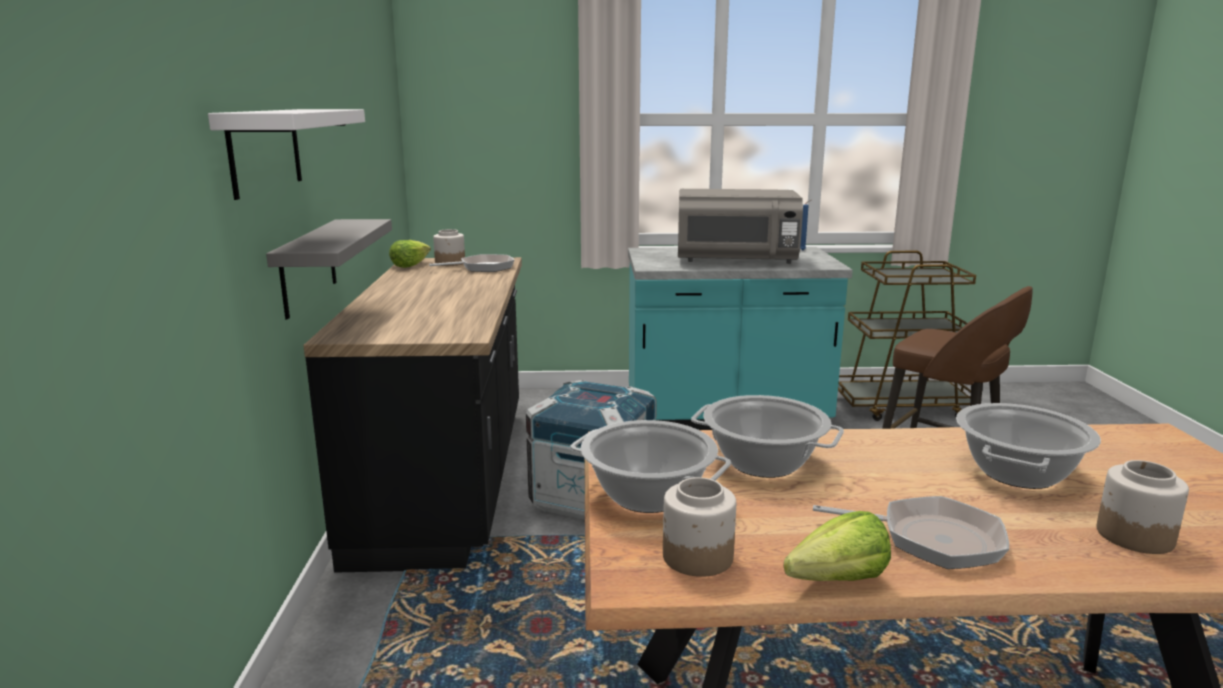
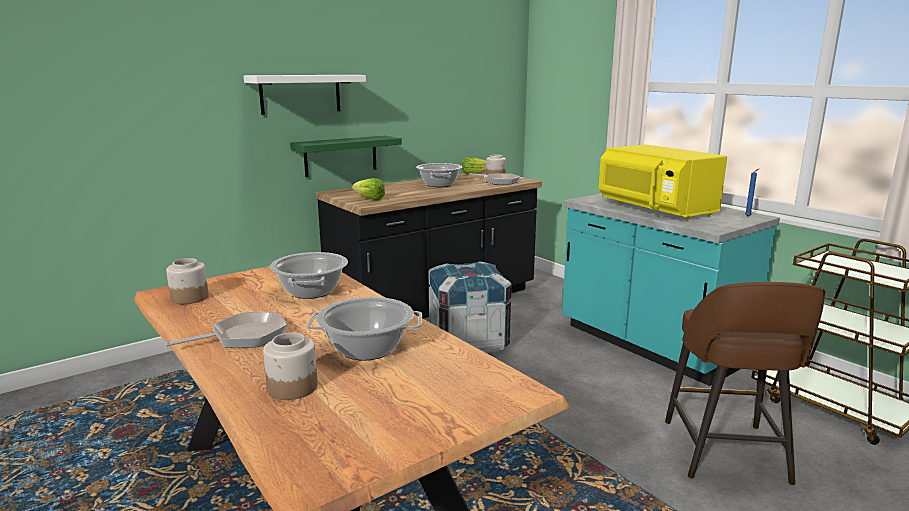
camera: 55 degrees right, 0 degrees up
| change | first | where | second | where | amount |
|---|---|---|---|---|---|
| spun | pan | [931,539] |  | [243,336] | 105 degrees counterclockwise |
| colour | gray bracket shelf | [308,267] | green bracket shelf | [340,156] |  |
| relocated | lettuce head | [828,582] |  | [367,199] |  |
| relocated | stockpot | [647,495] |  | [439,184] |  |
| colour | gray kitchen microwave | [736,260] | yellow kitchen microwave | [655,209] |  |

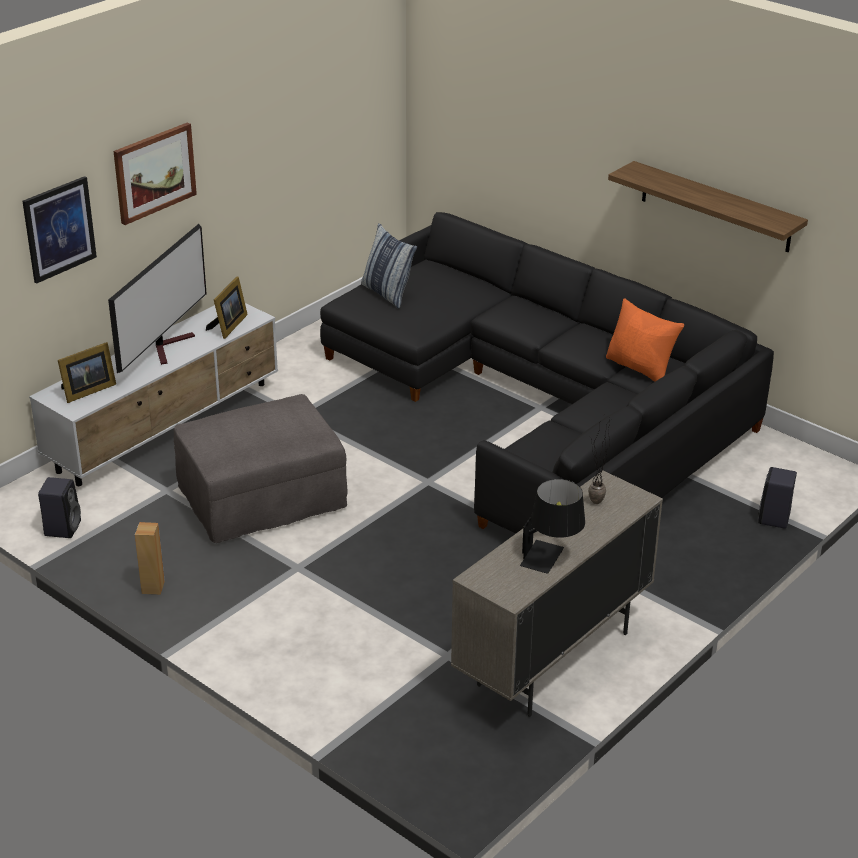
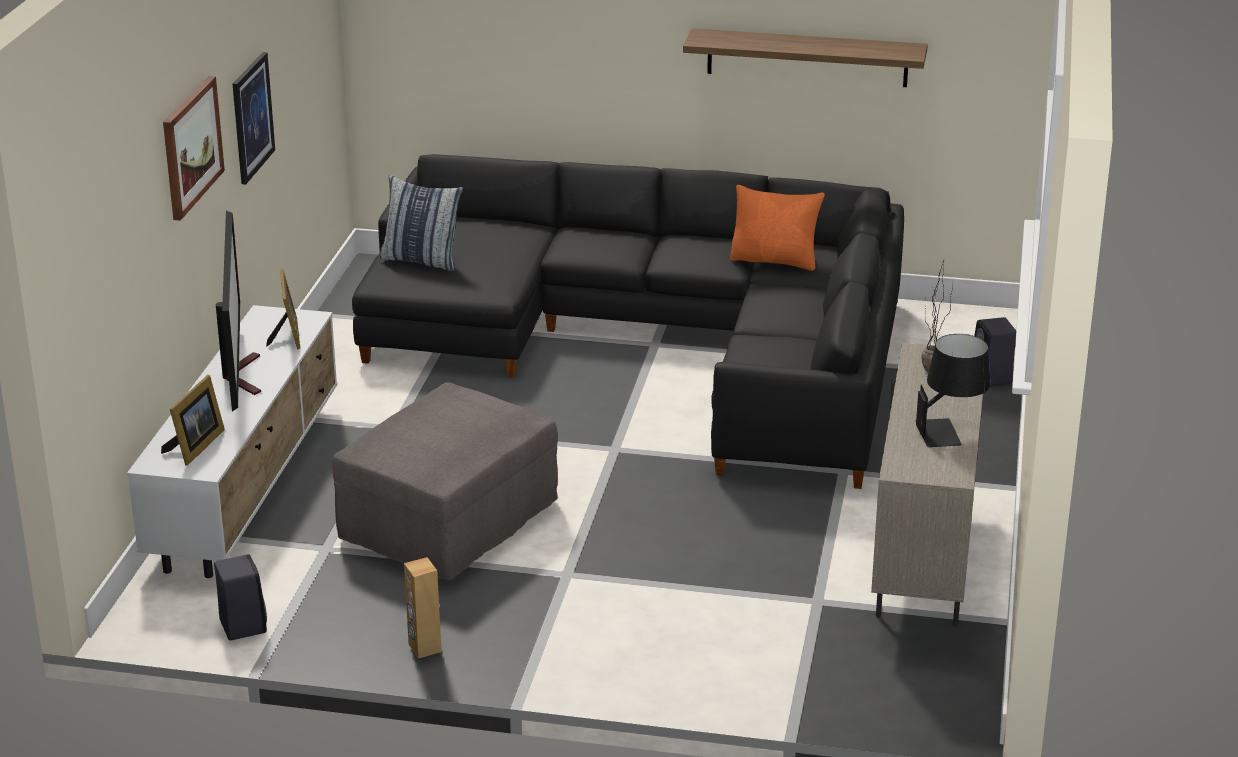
camera: 30 degrees left, 5 degrees down
| change | first | where | second | where | amount |
|---|---|---|---|---|---|
| relocated | picture | [59,229] |  | [252,117] |  |

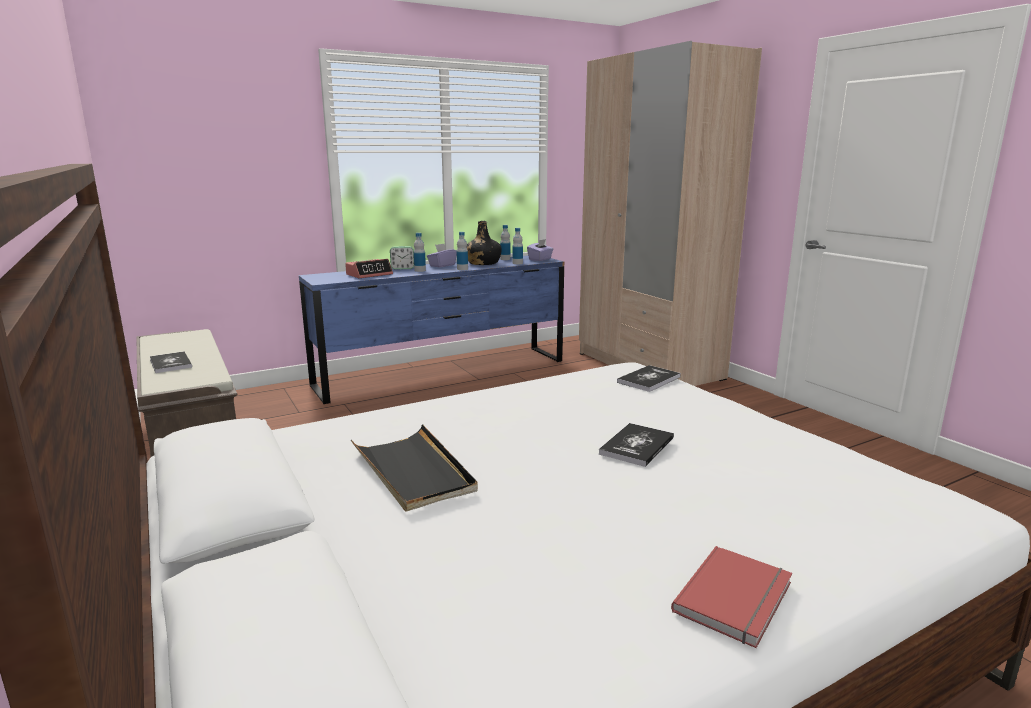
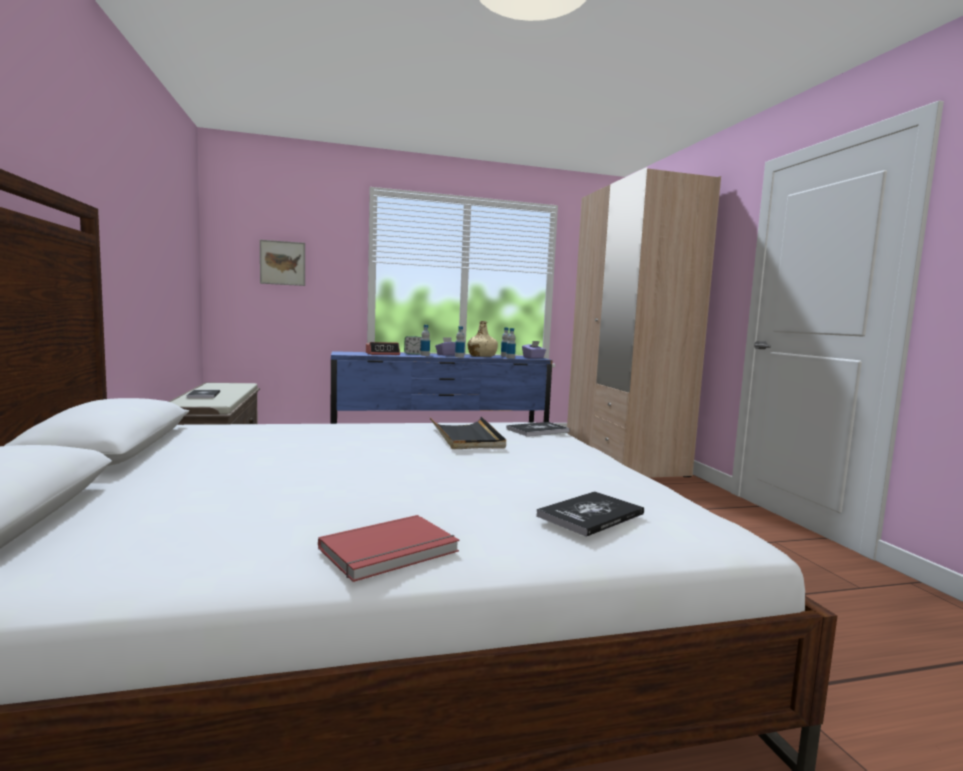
camera: 15 degrees right, 10 degrees down
| change | first | where | second | where | amount |
|---|---|---|---|---|---|
| appeared |  |  | picture | [282,263] |  |
| relocated | black carrying tray | [413,471] |  | [466,436] |  |
| colour | black beverage bottle | [483,263] | beige-coloured beverage bottle | [482,356] |  |
| relocated | bound book | [637,446] |  | [591,515] |  |

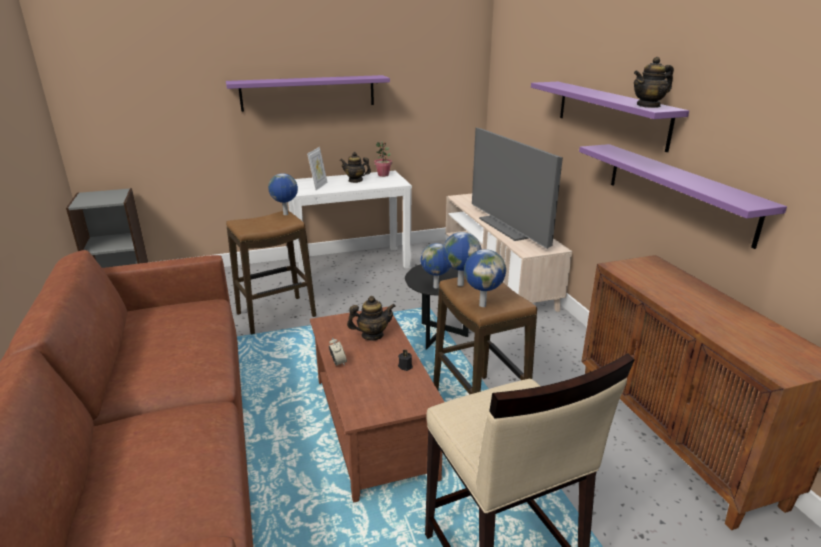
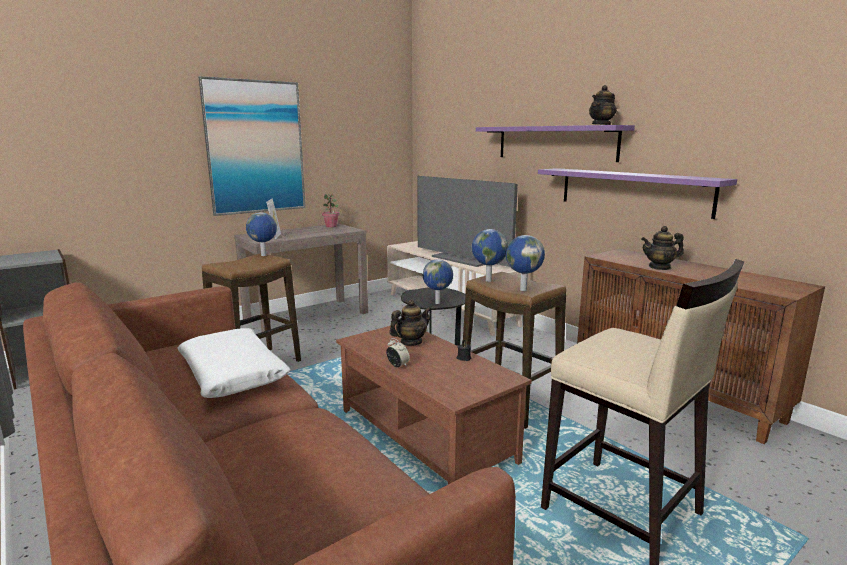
camera: 20 degrees left, 10 degrees down
| change | first | where | second | where | amount |
|---|---|---|---|---|---|
| appeared |  |  | white throw pillow | [233,374] |  |
| exchanged | purplish bracket shelf | [308,93] | picture | [255,147] |  |
| colour | white console table | [352,263] | brownish console table | [307,316] |  |
| relocated | teapot | [355,180] |  | [660,267] |  |

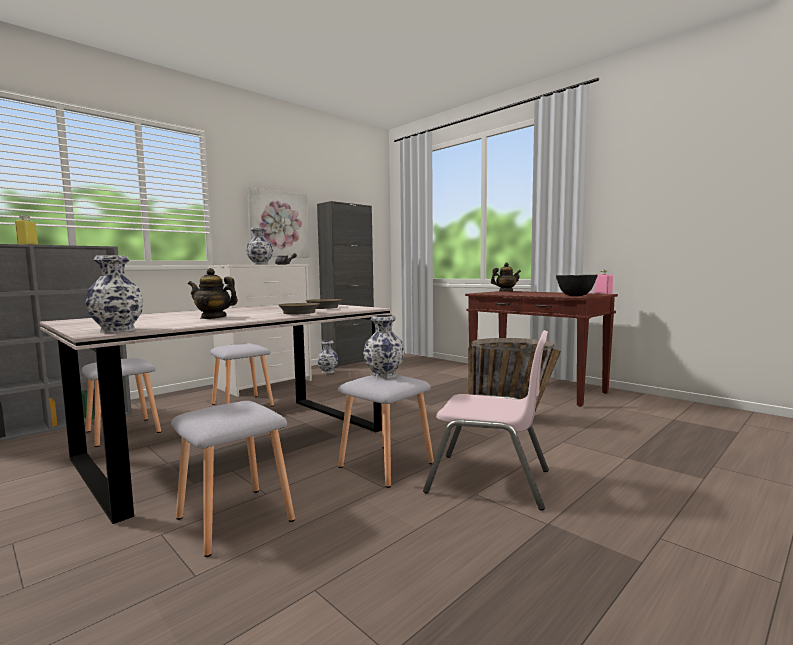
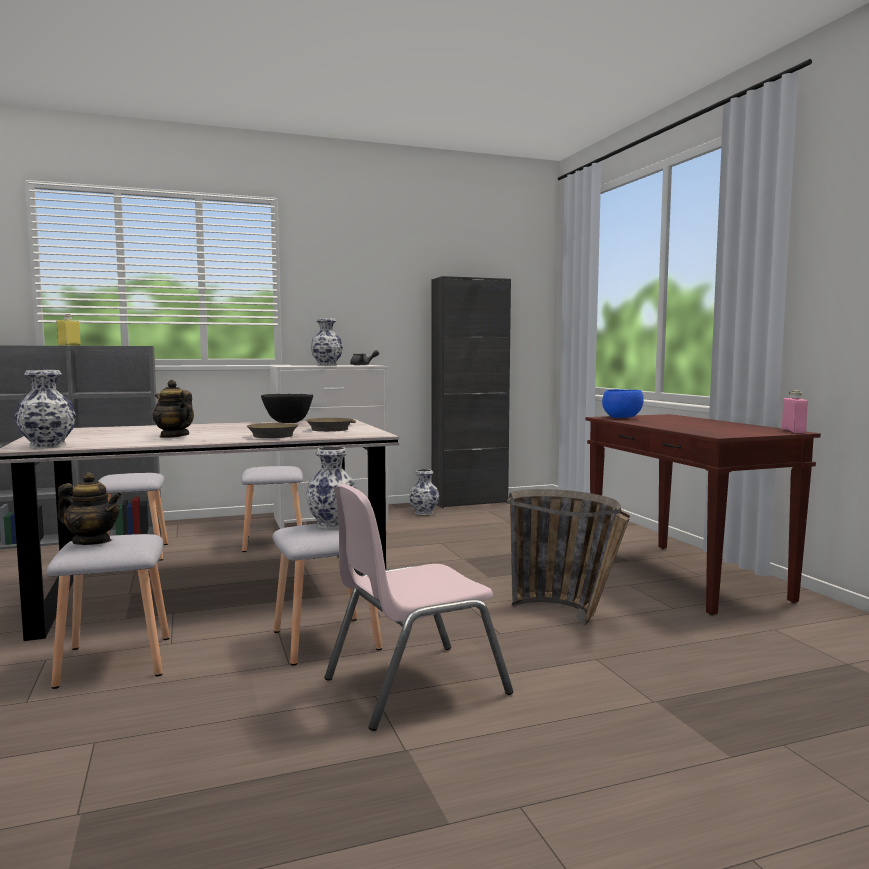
camera: 25 degrees right, 0 degrees up
| change | first | where | second | where | amount |
|---|---|---|---|---|---|
| relocated | teapot | [505,291] |  | [92,542] |  |
| relocated | black bowl | [575,296] |  | [288,423] |  |
| spun | pink plain chair | [489,481] |  | [414,685] | 105 degrees clockwise |
| appeared |  |  | bluish bowl | [621,418] |  |
| missing | picture | [278,224] |  |  |  |

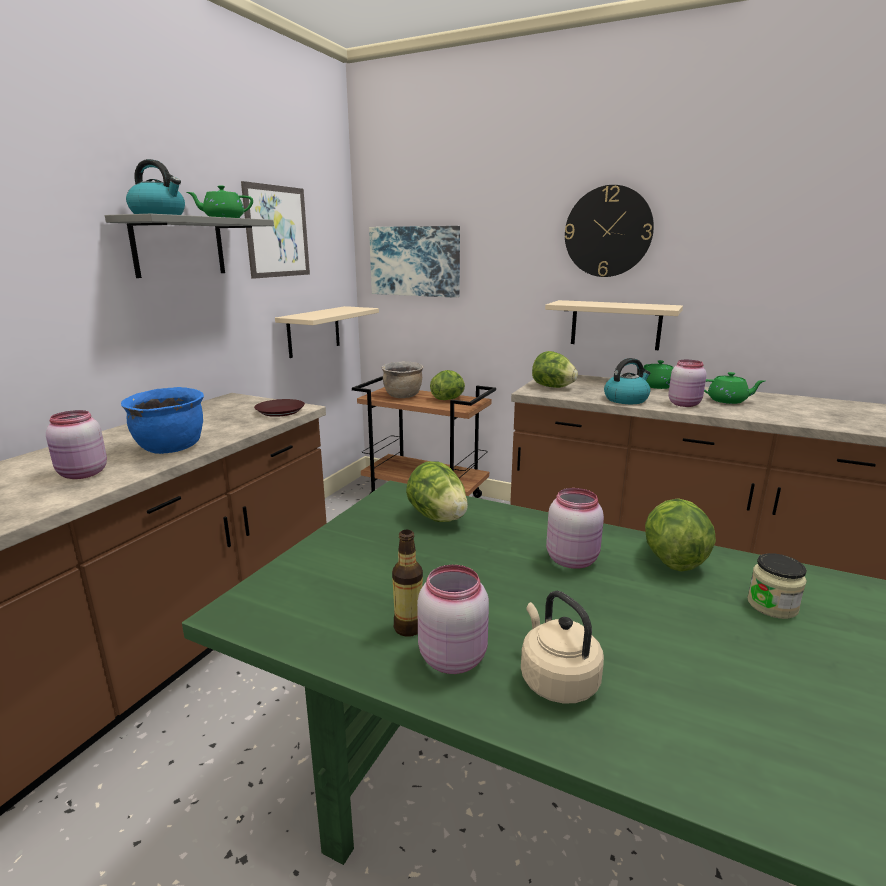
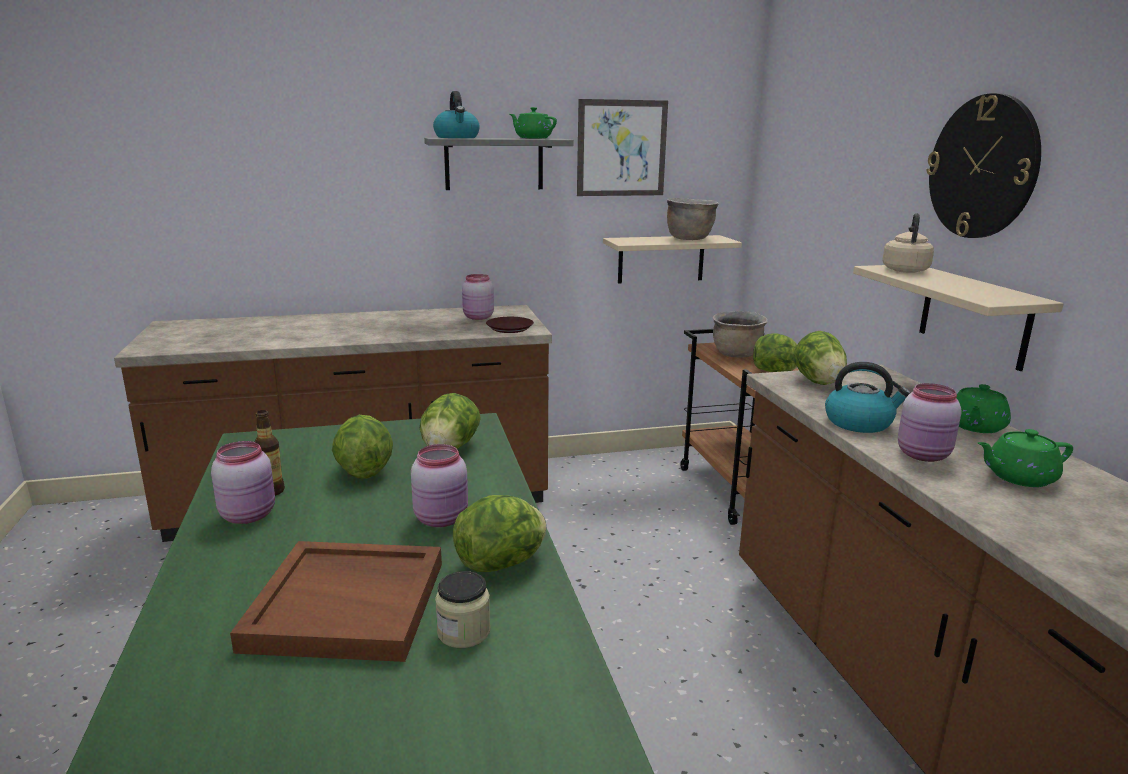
camera: 50 degrees right, 0 degrees up
| change | first | where | second | where | amount |
|---|---|---|---|---|---|
| appeared |  |  | brownish carrying tray | [349,604] |  |
| appeared |  |  | lettuce head | [363,471] |  |
| relocated | pink storage jar | [82,474] |  | [477,317] |  |
| appeared |  |  | brownish stockpot | [689,238] |  |
| relocated | beige-coloured water kettle | [556,679] |  | [905,270] |  |
| spun | green teapot | [728,401] |  | [1018,477] | 105 degrees clockwise |
| missing | bluish stockpot | [171,448] |  |  |  |
| missing | picture | [415,261] |  |  |  |

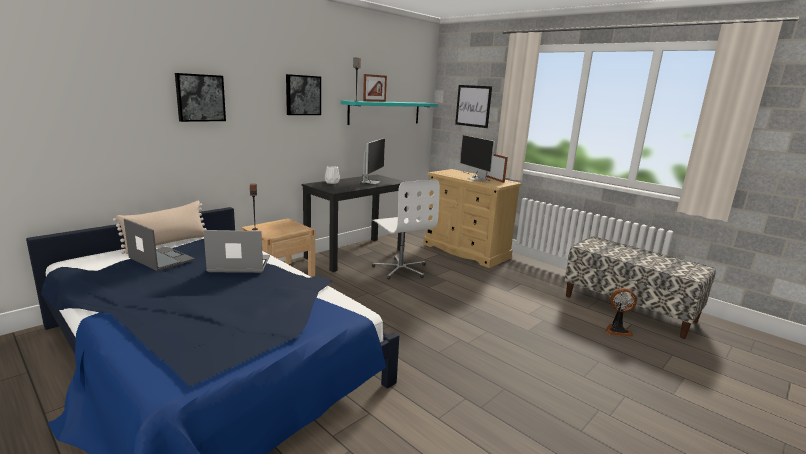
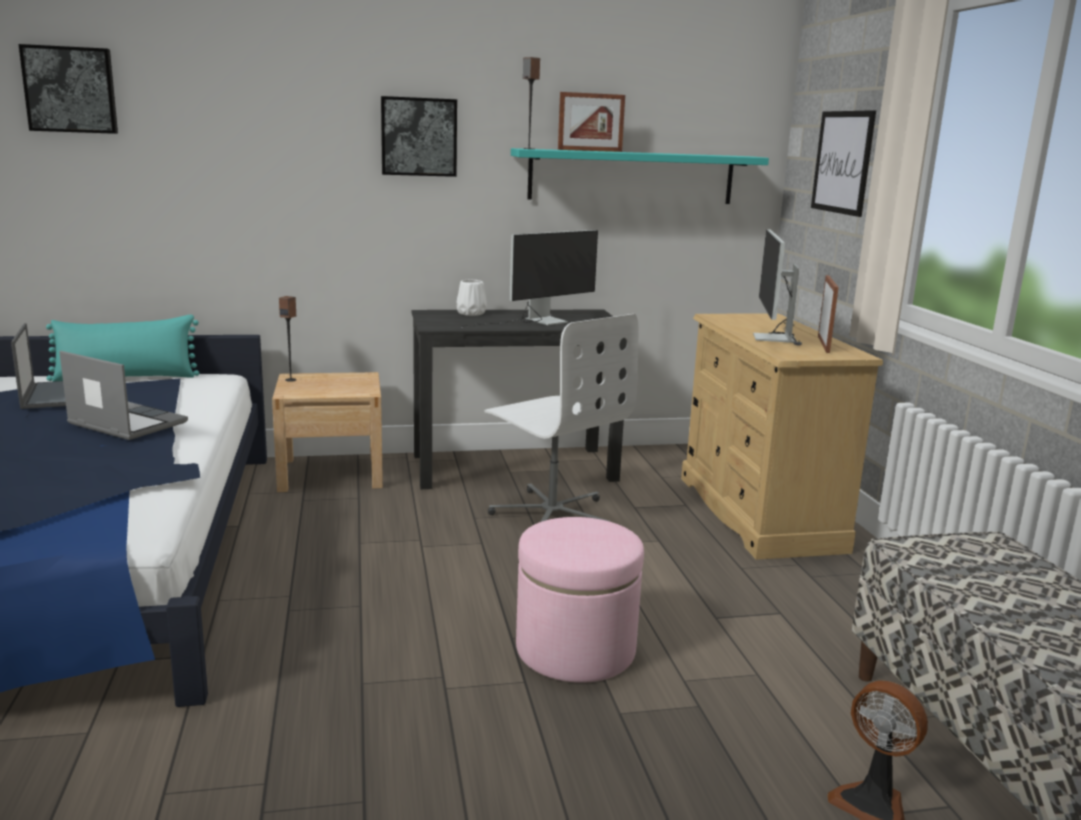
camera: 35 degrees right, 0 degrees up
| change | first | where | second | where | amount |
|---|---|---|---|---|---|
| relocated | picture | [200,97] |  | [71,90] |  |
| colour | beige-coloured throw pillow | [167,243] | turquoise-coloured throw pillow | [126,377] |  |
| spun | white desk chair | [401,269] |  | [552,514] | 45 degrees counterclockwise |
| appeared |  |  | pink ottoman | [575,649] |  |

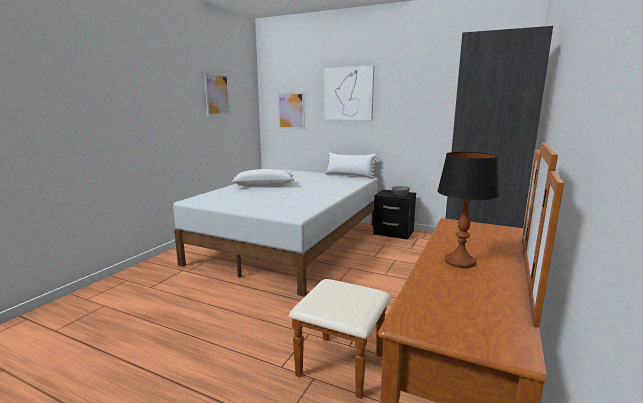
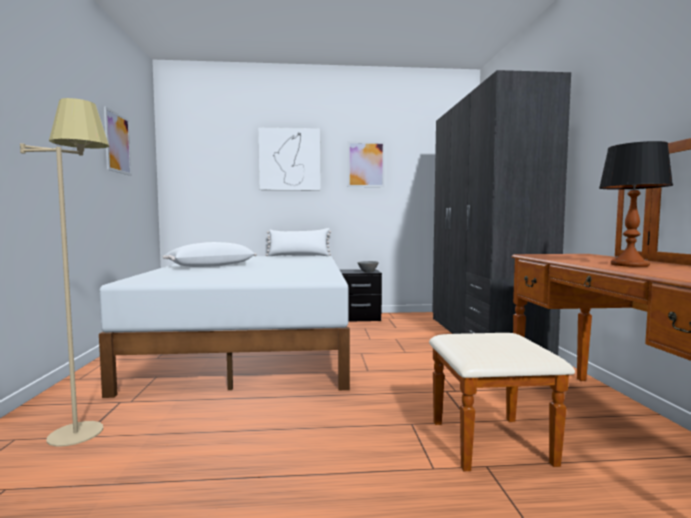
camera: 30 degrees left, 10 degrees down
| change | first | where | second | where | amount |
|---|---|---|---|---|---|
| appeared |  |  | beige-coloured standard lamp | [85,423] |  |
| relocated | picture | [291,110] |  | [366,164] |  |

